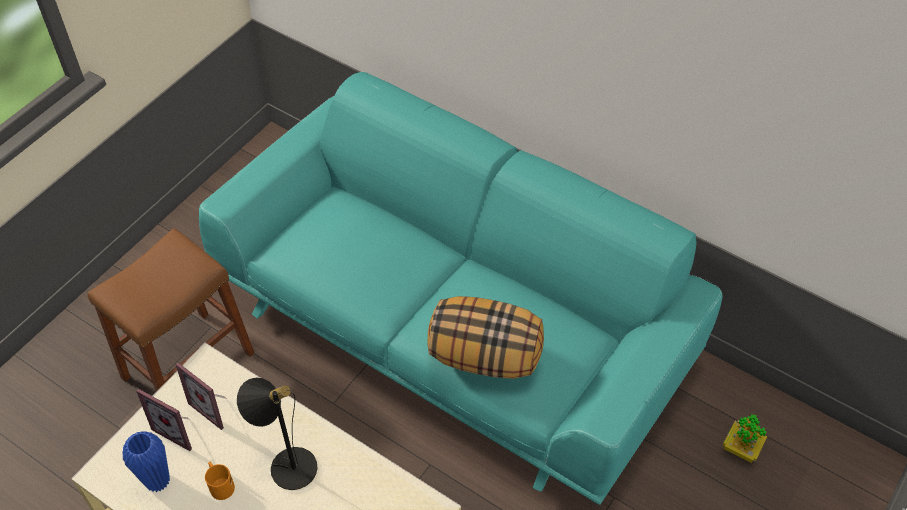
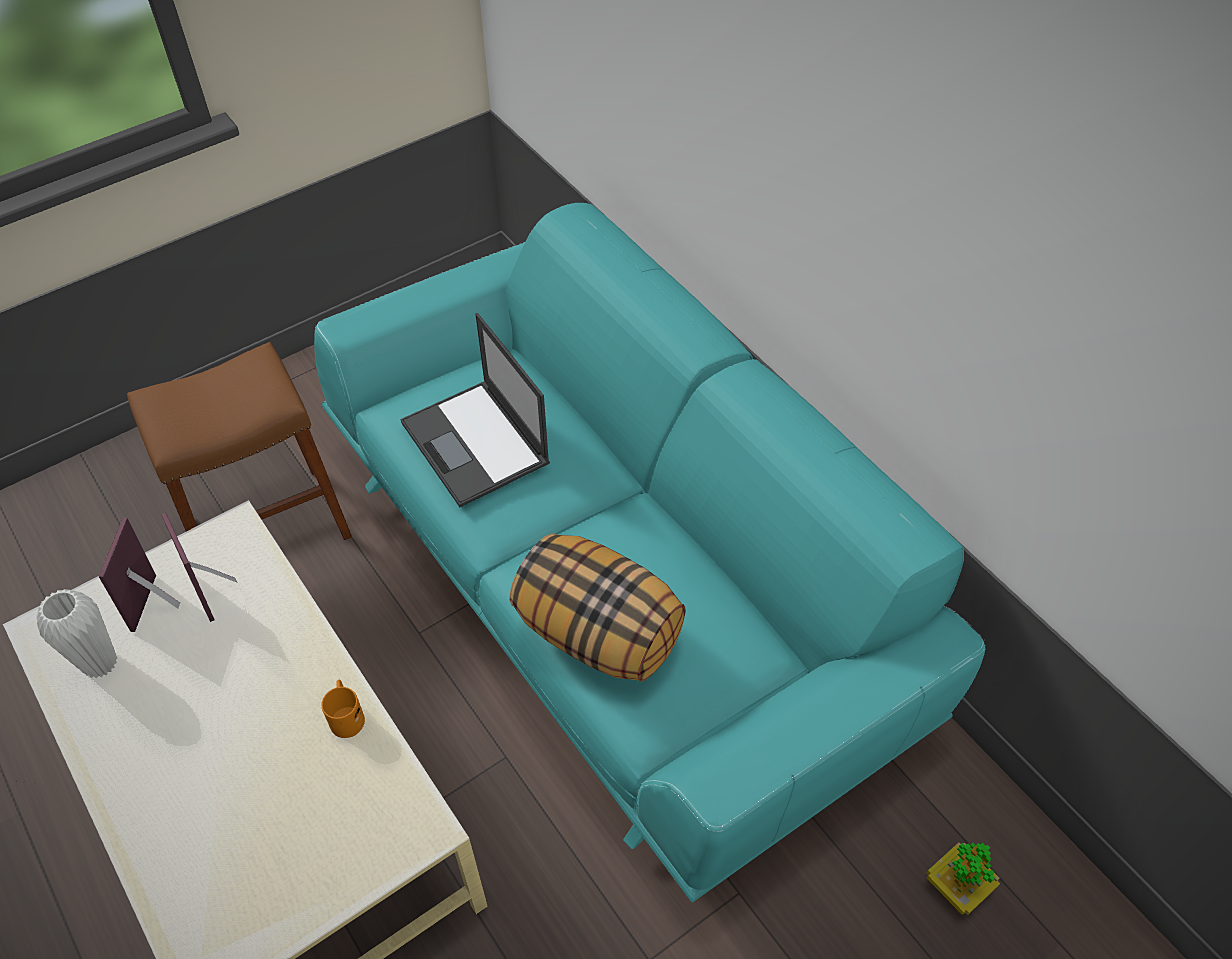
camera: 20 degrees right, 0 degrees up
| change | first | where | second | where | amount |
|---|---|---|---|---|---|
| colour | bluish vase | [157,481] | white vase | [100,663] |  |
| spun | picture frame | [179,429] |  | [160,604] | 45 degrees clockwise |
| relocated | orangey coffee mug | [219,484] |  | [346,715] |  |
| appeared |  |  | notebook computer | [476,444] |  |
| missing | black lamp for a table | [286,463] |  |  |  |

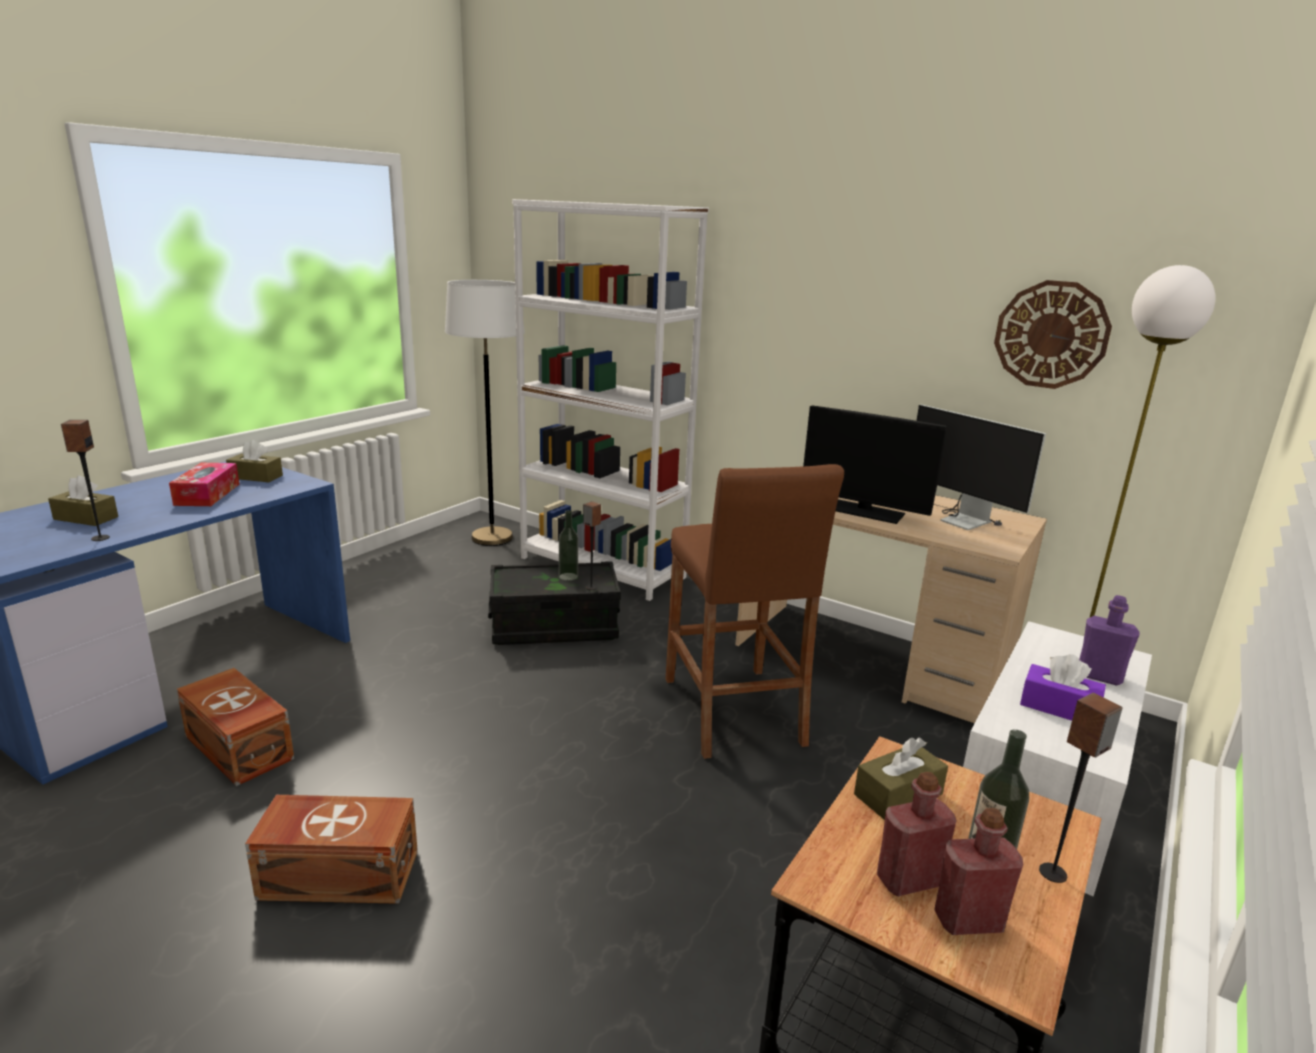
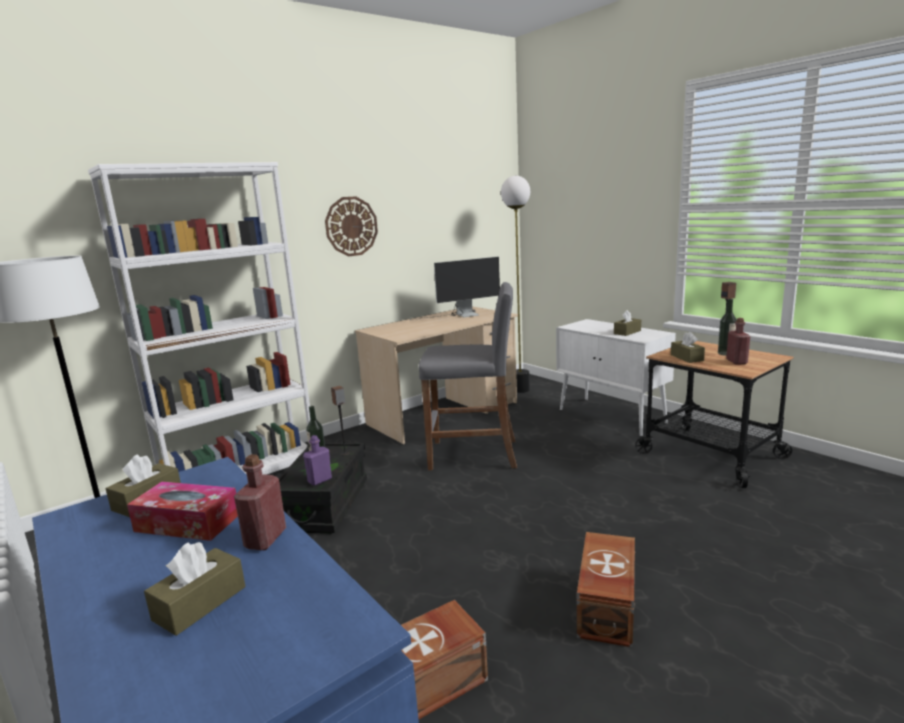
camera: 70 degrees left, 5 degrees down
| change | first | where | second | where | amount |
|---|---|---|---|---|---|
| relocated | red beverage bottle | [968,920] |  | [265,539] |  |
| relocated | purplish beverage bottle | [1099,676] |  | [319,480] |  |
| relocated | hanging clock | [1051,335] |  | [351,226] |  |
| colour | brownish stool | [733,711] | gray stool | [474,454] |  |
| colour | purplish tissue holder | [1059,707] | brownish tissue holder | [627,332] |  |
| missing | audio speaker | [100,538] |  |  |  |
| missing | computer screen | [863,511] |  |  |  |

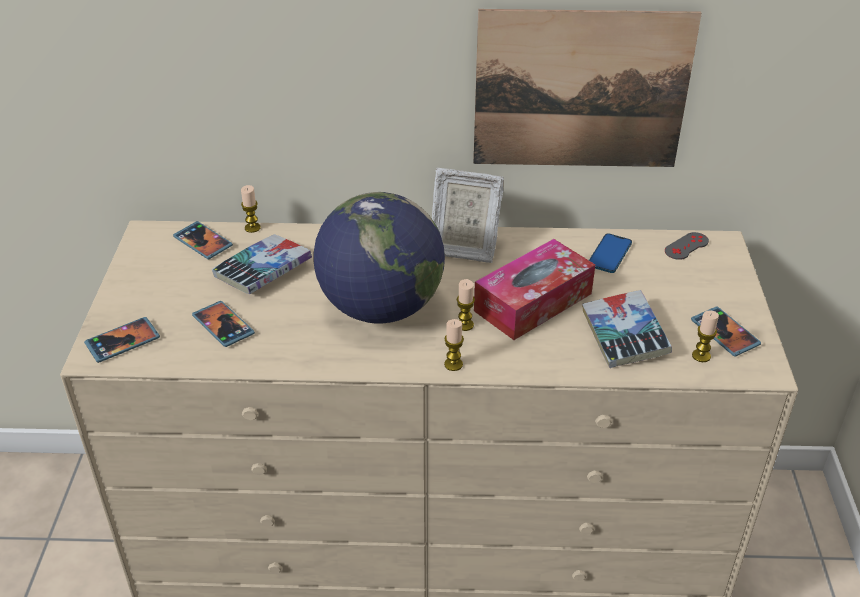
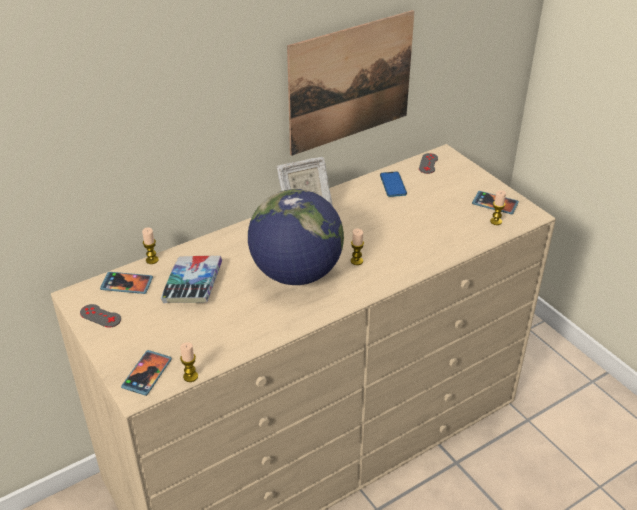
camera: 35 degrees left, 0 degrees up
| change | first | where | second | where | amount |
|---|---|---|---|---|---|
| appeared |  |  | gray game controller | [100,316] |  |
| relocated | candle | [453,364] |  | [190,376] |  |
| missing | phone | [223,325] |  |  |  |
| missing | tissue holder | [533,302] |  |  |  |
| missing | bound book | [624,336] |  |  |  |

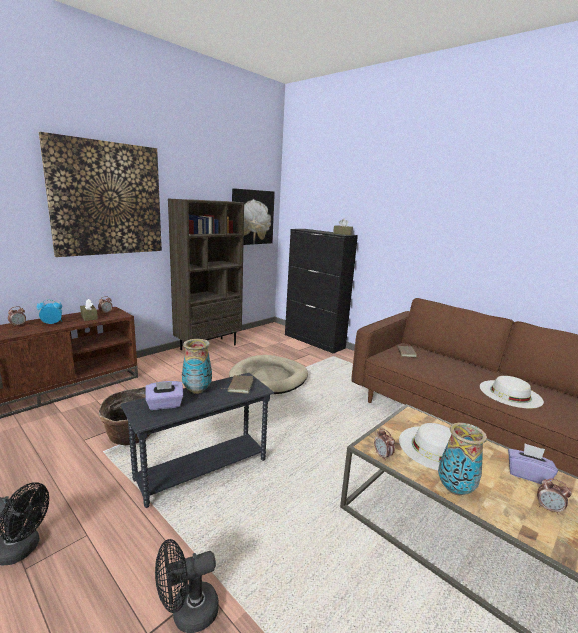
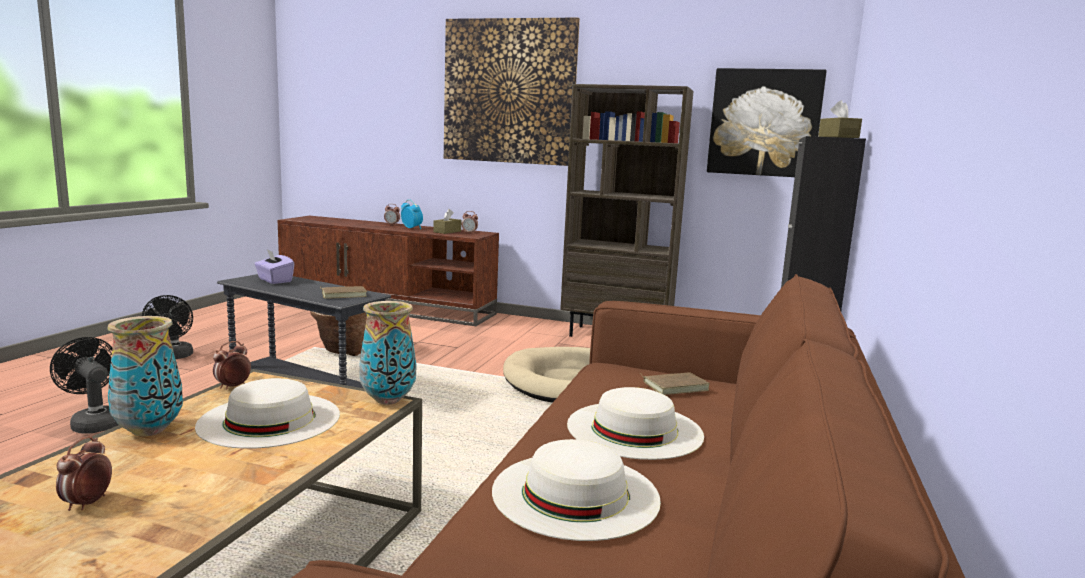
camera: 65 degrees right, 5 degrees down
| change | first | where | second | where | amount |
|---|---|---|---|---|---|
| relocated | vase | [197,390] |  | [388,400] |  |
| appeared |  |  | white clothing hat | [634,429] |  |
| missing | purplish tissue holder | [527,474] |  |  |  |

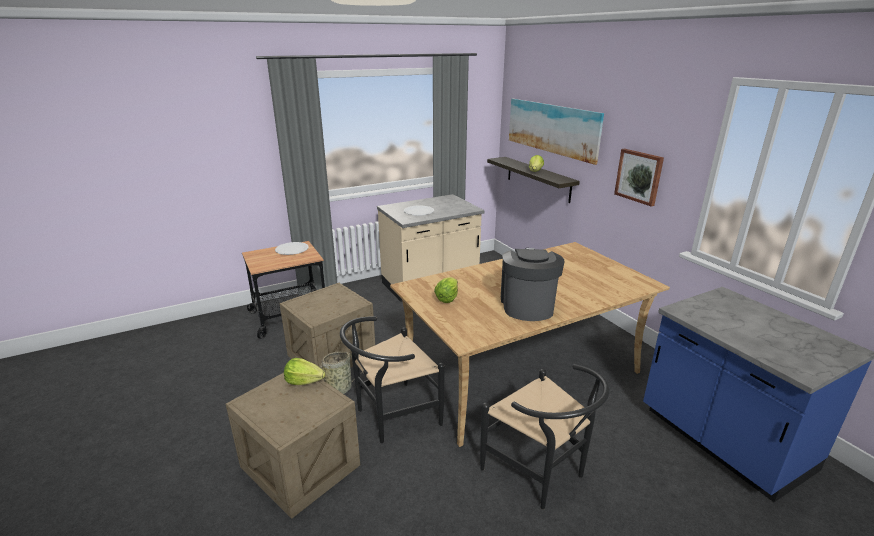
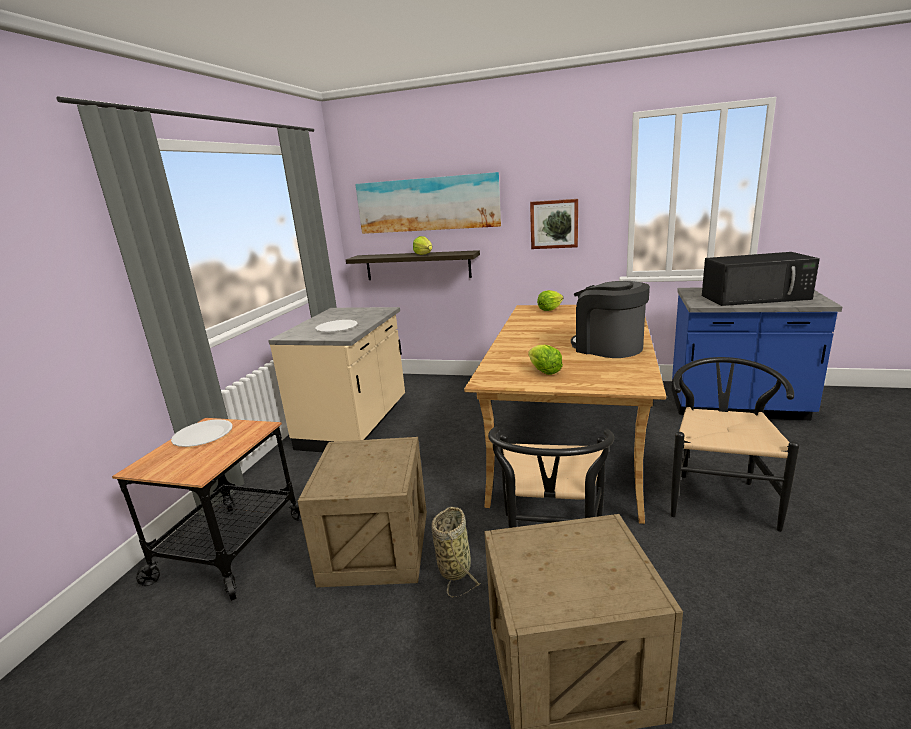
camera: 45 degrees left, 5 degrees down
| change | first | where | second | where | amount |
|---|---|---|---|---|---|
| relocated | lettuce head | [304,381] |  | [550,309] |  |
| spun | black plain chair | [540,474] |  | [718,495] | 75 degrees counterclockwise |
| appeared |  |  | black kitchen microwave | [756,297] |  |

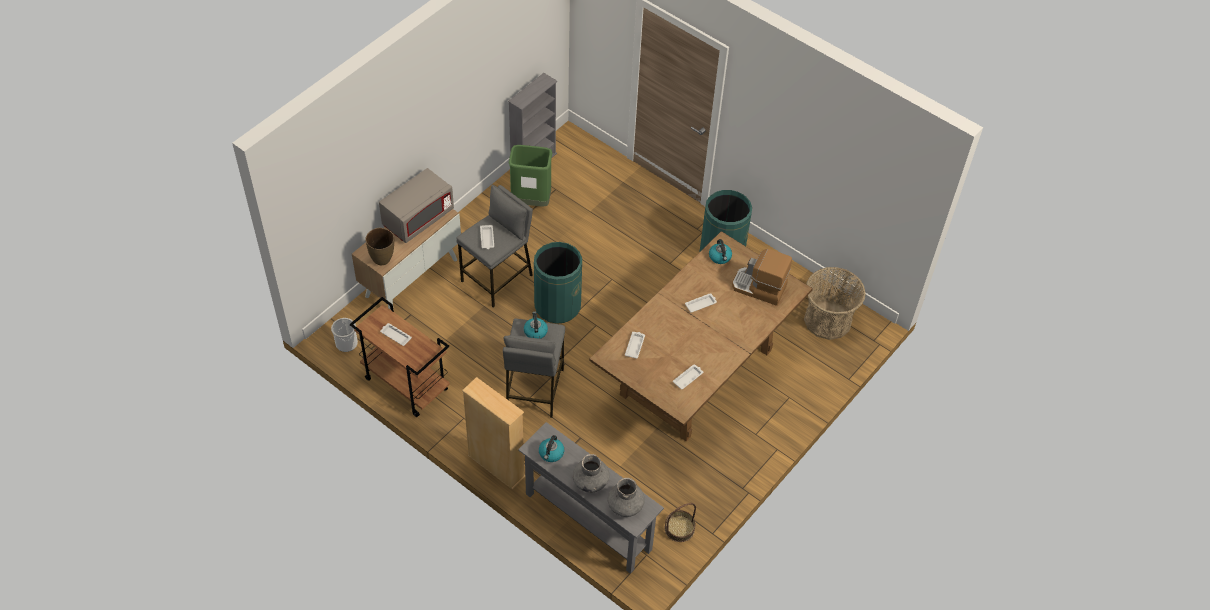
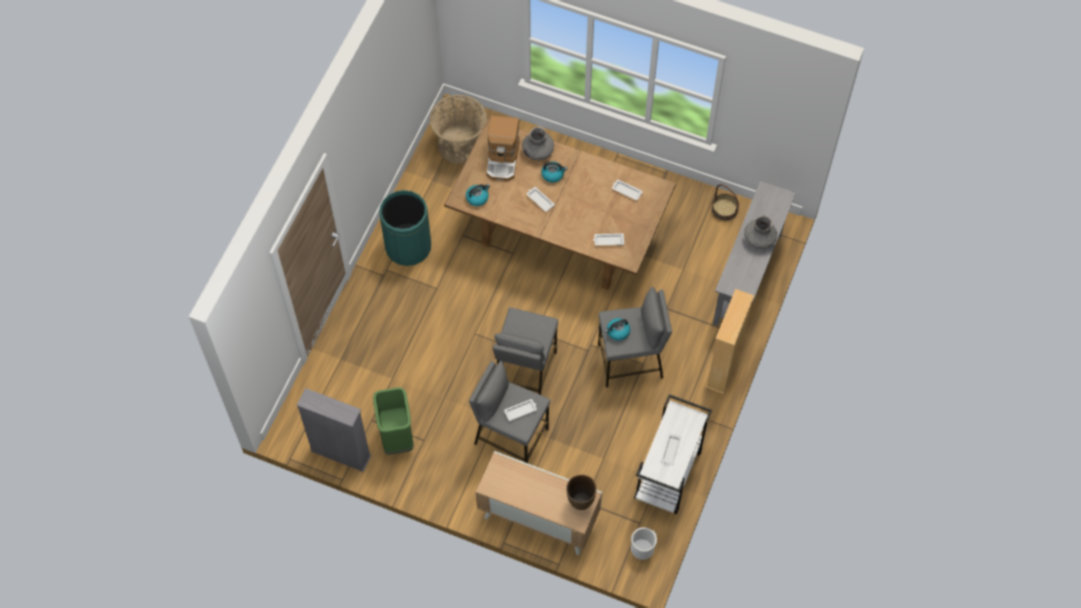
camera: 105 degrees left, 10 degrees up
| change | first | where | second | where | amount |
|---|---|---|---|---|---|
| exchanged | green trash can | [557,305] | gray stool | [525,372] |  |
| relocated | gray vase | [625,505] |  | [538,151] |  |
| relocated | water kettle | [551,453] |  | [553,174] |  |
| colour | brownish cart | [405,384] | white cart | [668,476] |  |
| missing | gray kitchen microwave | [418,218] |  |  |  |

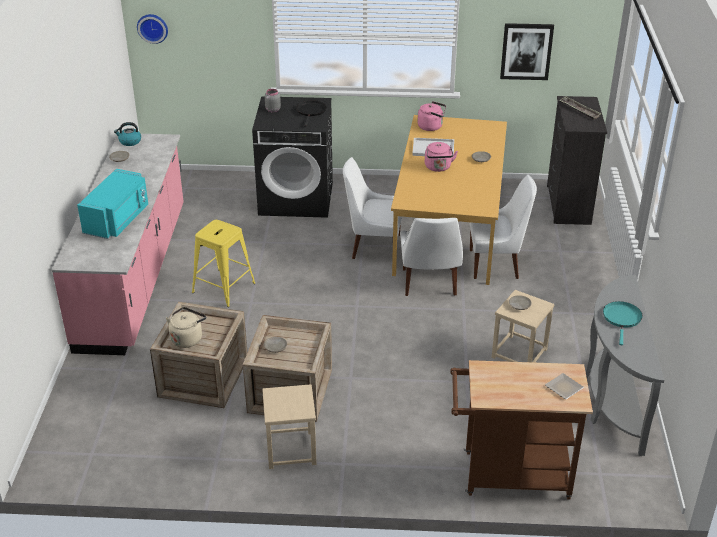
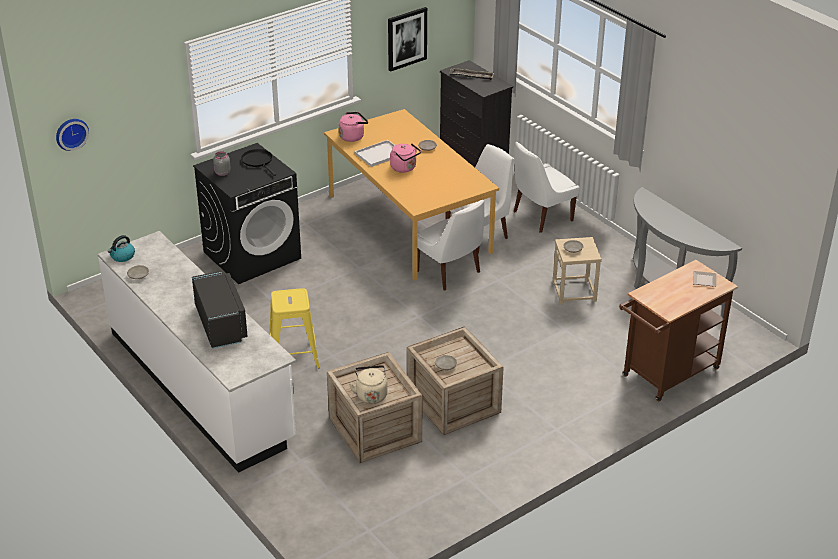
camera: 40 degrees left, 0 degrees up
| change | first | where | second | where | amount |
|---|---|---|---|---|---|
| colour | pink kitchen base unit | [134,276] | white kitchen base unit | [201,385] |  |
| colour | turquoise-coloured kitchen microwave | [118,220] | black kitchen microwave | [222,324] |  |
| relocated | white plain chair | [373,246] |  | [541,217] |  |
| missing | beige-coloured stool | [291,450] |  |  |  |
| missing | turquoise-coloured pan | [622,319] |  |  |  |

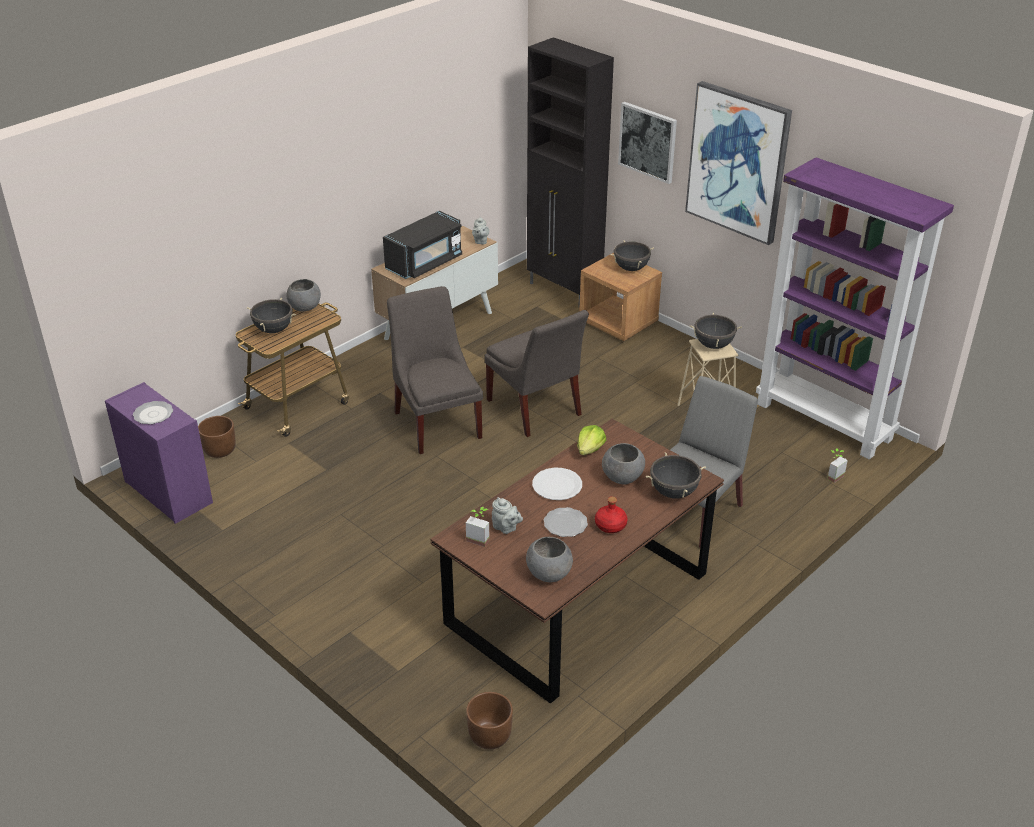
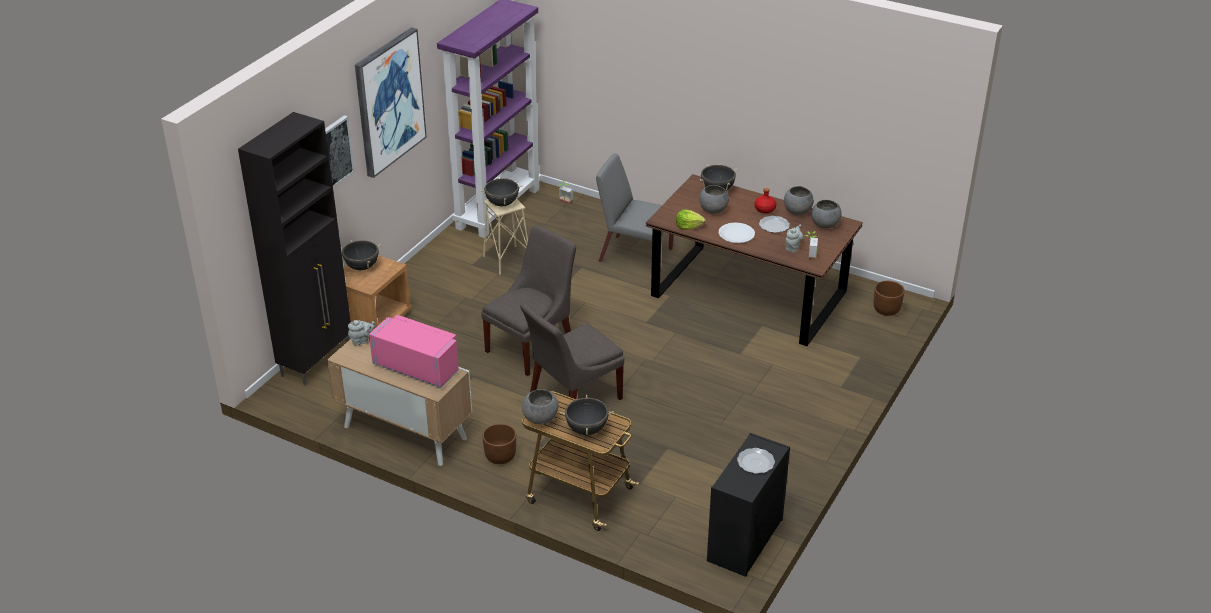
camera: 105 degrees left, 0 degrees up
| change | first | where | second | where | amount |
|---|---|---|---|---|---|
| colour | black kitchen microwave | [425,263] | pink kitchen microwave | [417,367] |  |
| relocated | brownish planter | [220,450] |  | [500,456] |  |
| colour | purplish drawer chest | [167,491] | black drawer chest | [744,541] |  |
| appeared |  |  | gray bowl | [797,211] |  |

